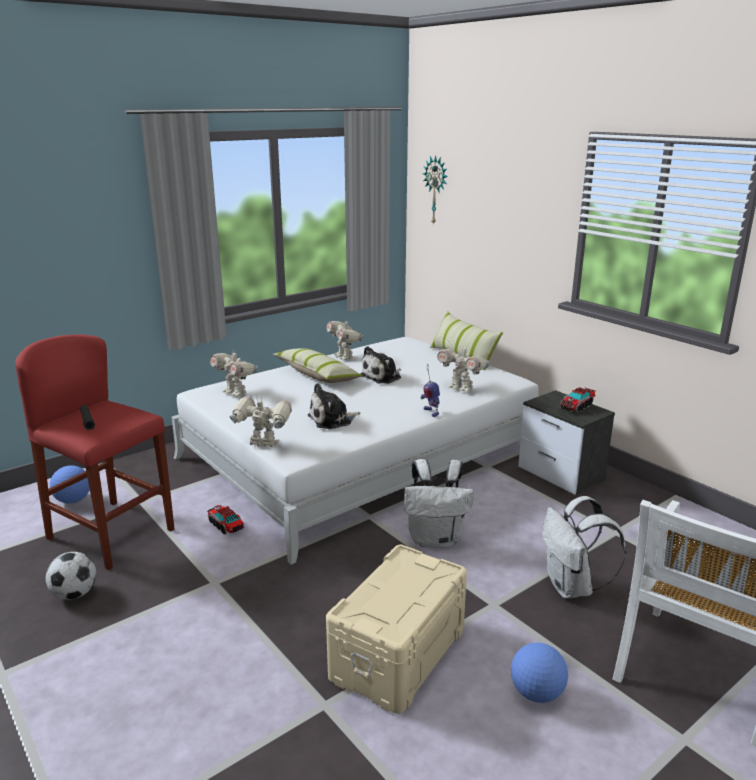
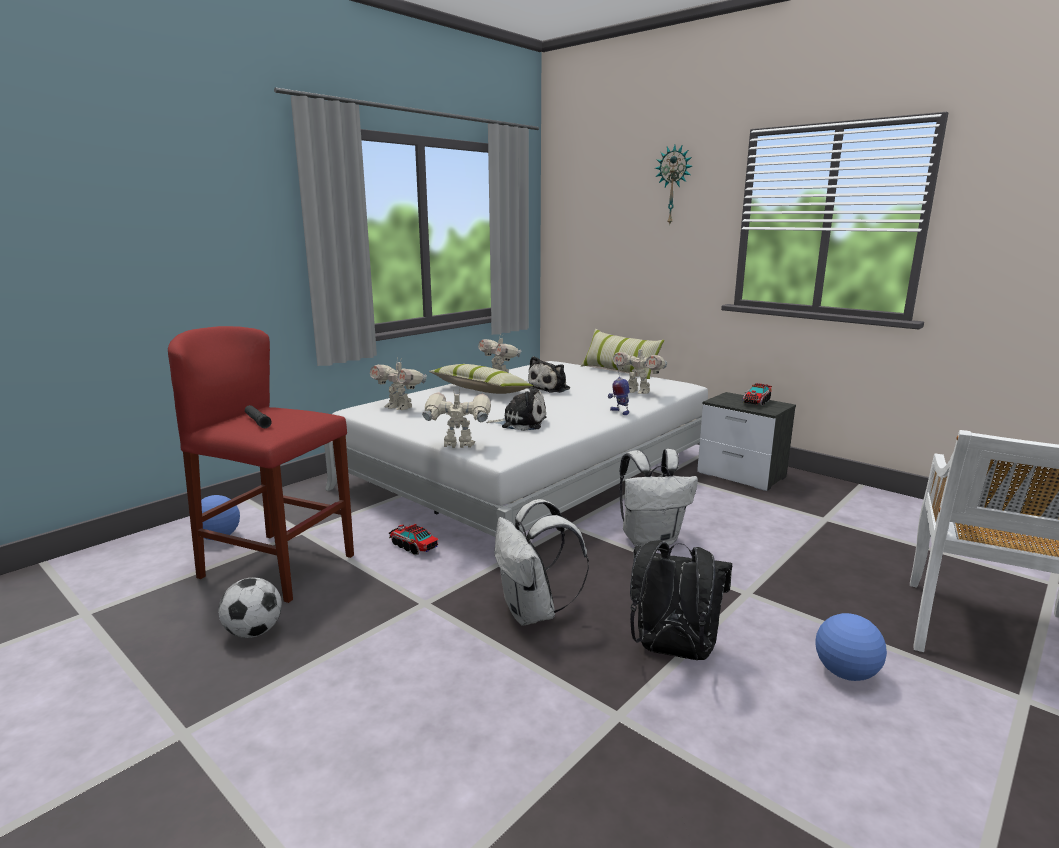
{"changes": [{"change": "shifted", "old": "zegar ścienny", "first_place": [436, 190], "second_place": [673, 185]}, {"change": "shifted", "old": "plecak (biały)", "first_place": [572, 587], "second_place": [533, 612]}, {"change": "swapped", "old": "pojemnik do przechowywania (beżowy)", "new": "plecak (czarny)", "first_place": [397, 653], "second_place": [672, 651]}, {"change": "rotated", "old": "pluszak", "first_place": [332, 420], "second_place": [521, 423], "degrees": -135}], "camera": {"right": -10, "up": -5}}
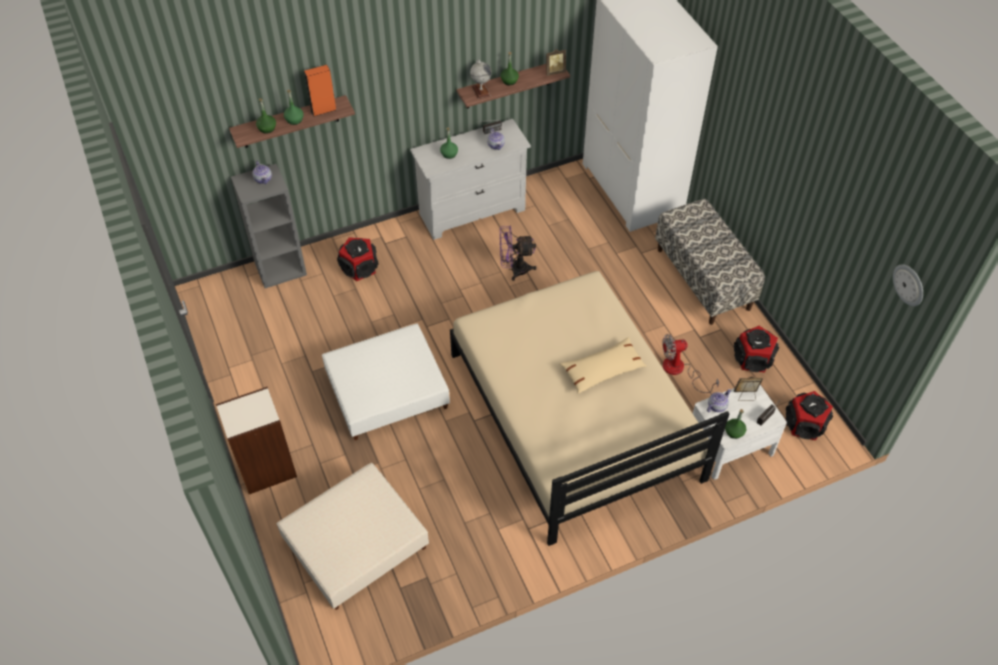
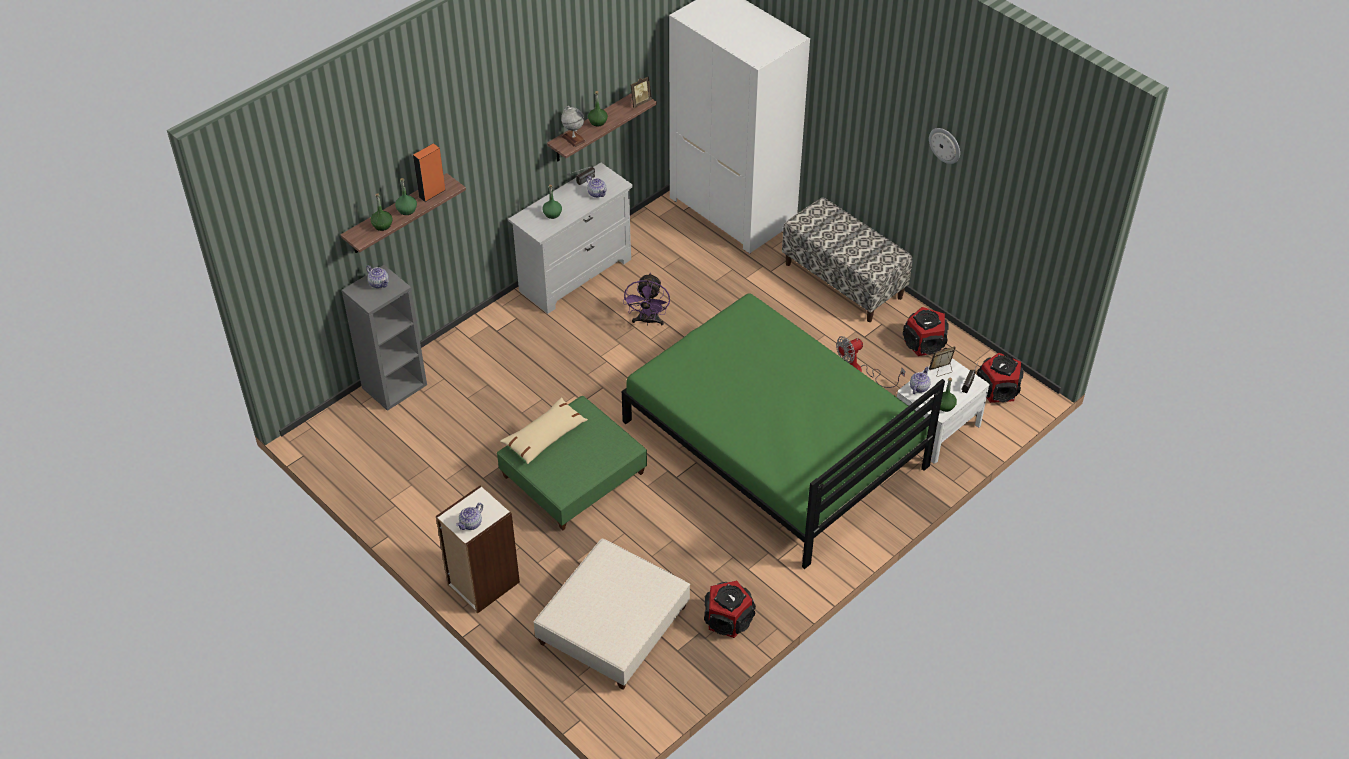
{"changes": [{"change": "new", "new": "imbryk", "second_place": [471, 524]}, {"change": "shifted", "old": "głośnik", "first_place": [360, 267], "second_place": [727, 619]}, {"change": "shifted", "old": "poduszka (beżowy)", "first_place": [603, 370], "second_place": [545, 436]}, {"change": "shifted", "old": "zegar ścienny", "first_place": [909, 284], "second_place": [945, 145]}, {"change": "repainted", "old": "pufa (biały)", "new": "pufa (zielony)", "first_place": [387, 392], "second_place": [573, 475]}, {"change": "repainted", "old": "łóżko (beżowy)", "new": "łóżko (zielony)", "first_place": [573, 415], "second_place": [774, 444]}, {"change": "rotated", "old": "wentylator (fioletowy)", "first_place": [514, 269], "second_place": [648, 321], "degrees": -60}], "camera": {"right": -20, "up": -5}}
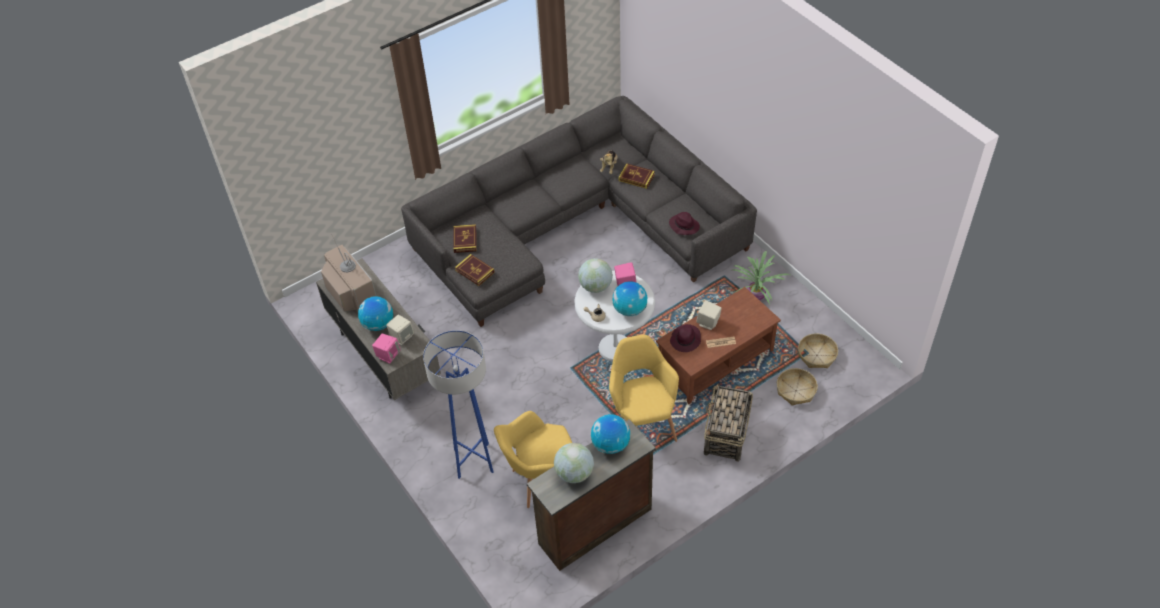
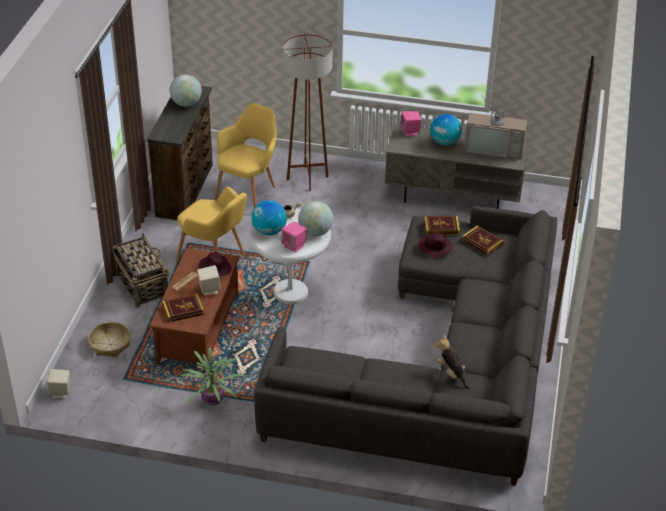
{"changes": [{"change": "gone", "old": "globus", "first_place": [610, 444]}, {"change": "gone", "old": "koszyk", "first_place": [817, 355]}, {"change": "shifted", "old": "głośnik (beżowy)", "first_place": [402, 337], "second_place": [60, 392]}, {"change": "shifted", "old": "książka", "first_place": [636, 177], "second_place": [183, 310]}, {"change": "shifted", "old": "kapelusz (fioletowy)", "first_place": [683, 226], "second_place": [435, 247]}, {"change": "repainted", "old": "lampa stojąca (niebieski)", "new": "lampa stojąca (brązowy)", "first_place": [473, 461], "second_place": [307, 178]}], "camera": {"right": 135, "up": -10}}
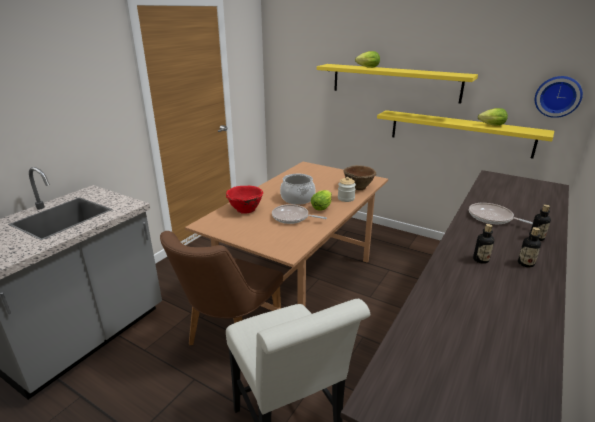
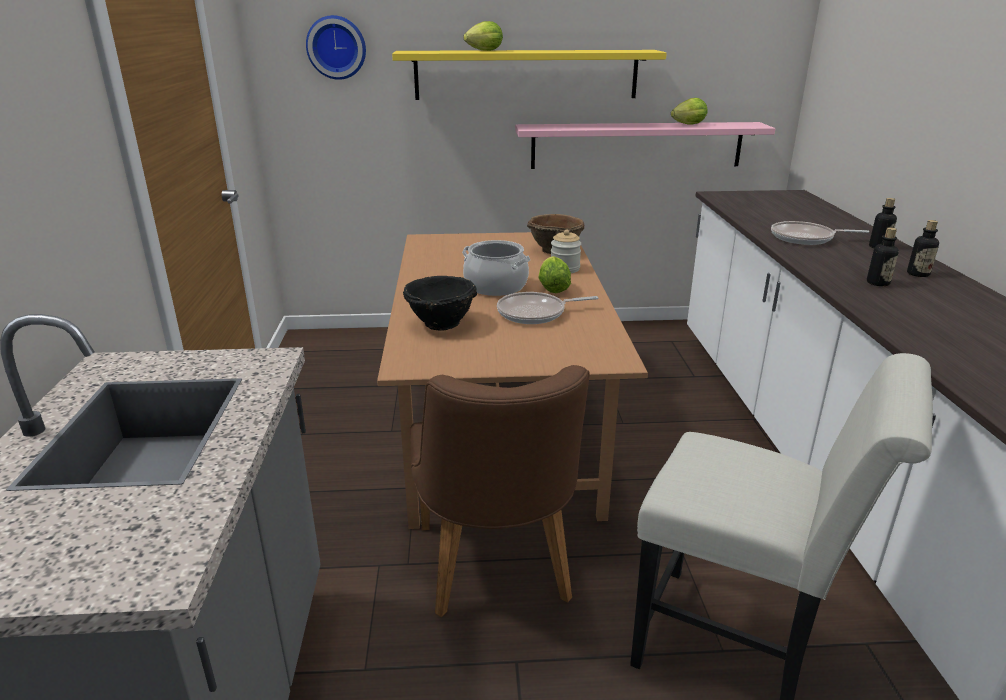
{"changes": [{"change": "shifted", "old": "zegar ścienny", "first_place": [558, 96], "second_place": [336, 47]}, {"change": "repainted", "old": "miska (czerwony)", "new": "miska (czarny)", "first_place": [245, 210], "second_place": [440, 324]}, {"change": "repainted", "old": "półka (żółty)", "new": "półka (różowy)", "first_place": [459, 133], "second_place": [636, 145]}], "camera": {"right": -35, "up": 0}}
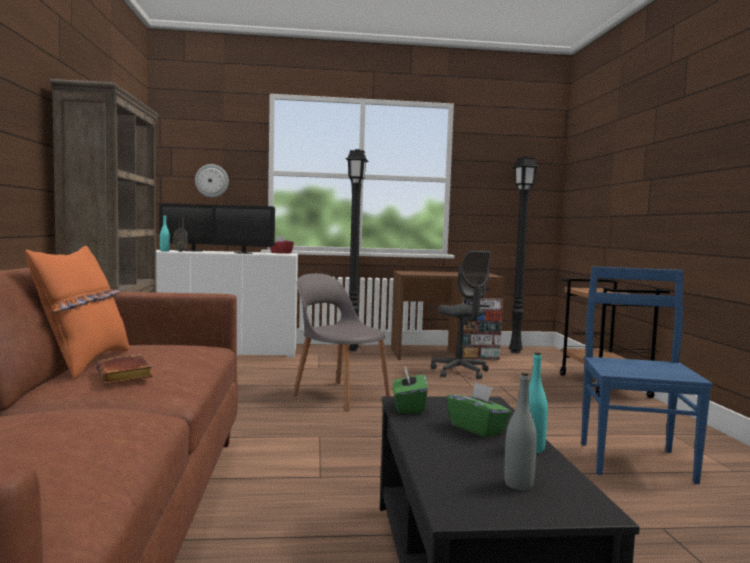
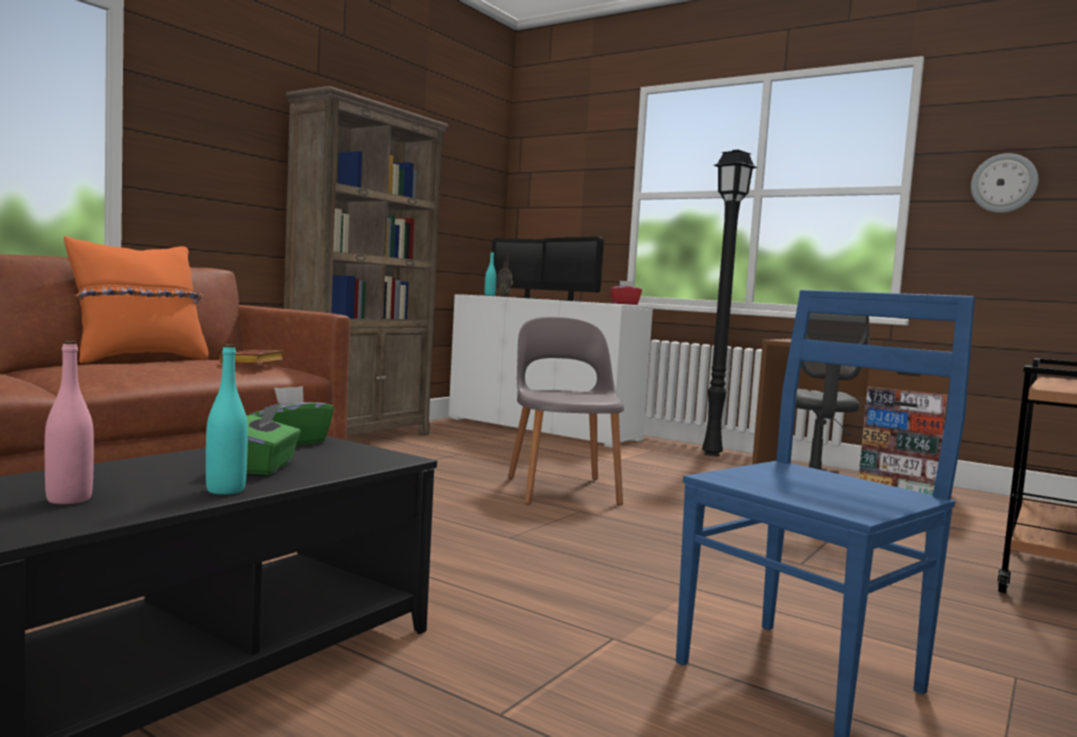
{"changes": [{"change": "gone", "old": "lampa stojąca (czarny)", "first_place": [516, 352]}, {"change": "shifted", "old": "książka (brązowy)", "first_place": [126, 376], "second_place": [253, 364]}, {"change": "shifted", "old": "zegar ścienny", "first_place": [212, 181], "second_place": [1004, 183]}, {"change": "repainted", "old": "butelka (szary)", "new": "butelka (różowy)", "first_place": [518, 484], "second_place": [69, 499]}], "camera": {"right": 40, "up": 0}}
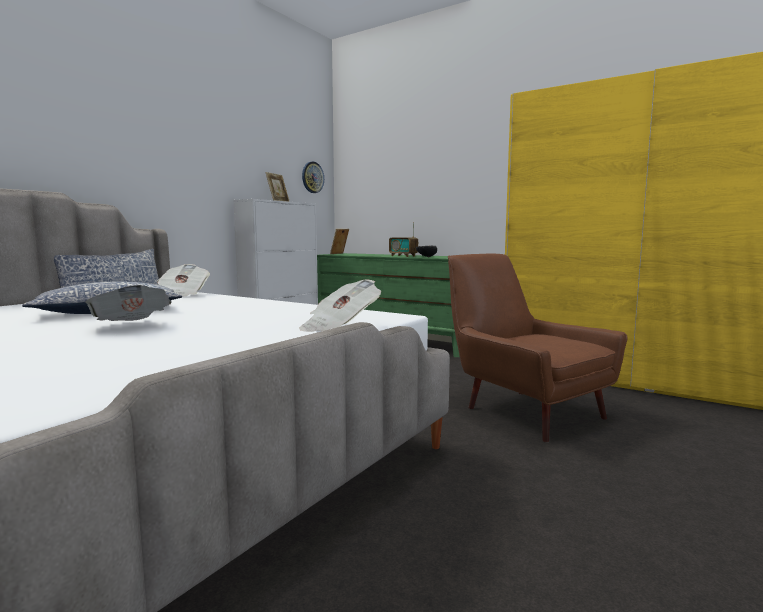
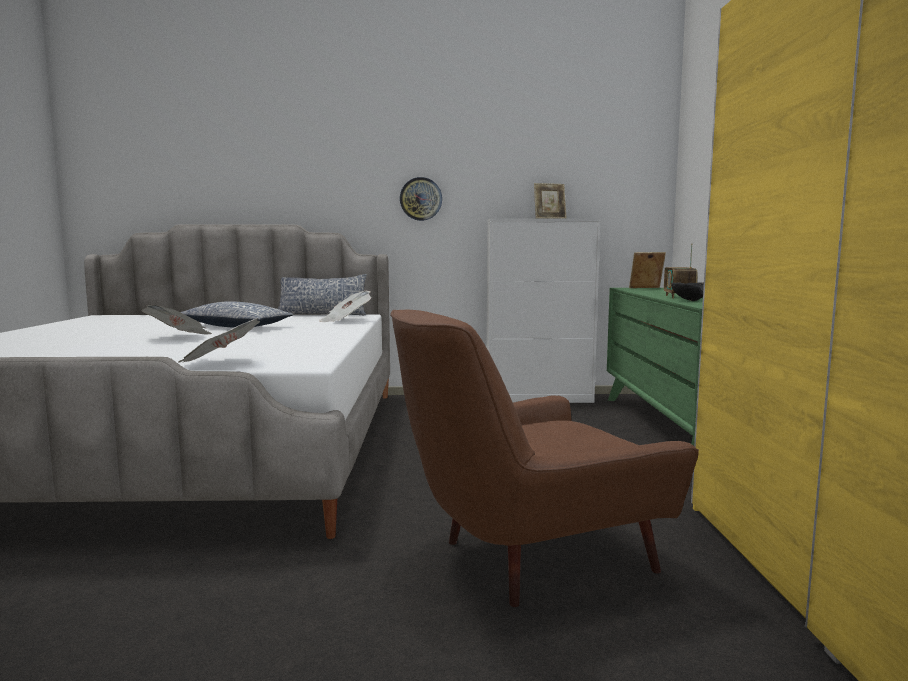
{"changes": [{"change": "shifted", "old": "zegar ścienny", "first_place": [312, 177], "second_place": [421, 199]}, {"change": "rotated", "old": "fotel (brązowy)", "first_place": [522, 409], "second_place": [529, 558], "degrees": -135}], "camera": {"right": 55, "up": 0}}
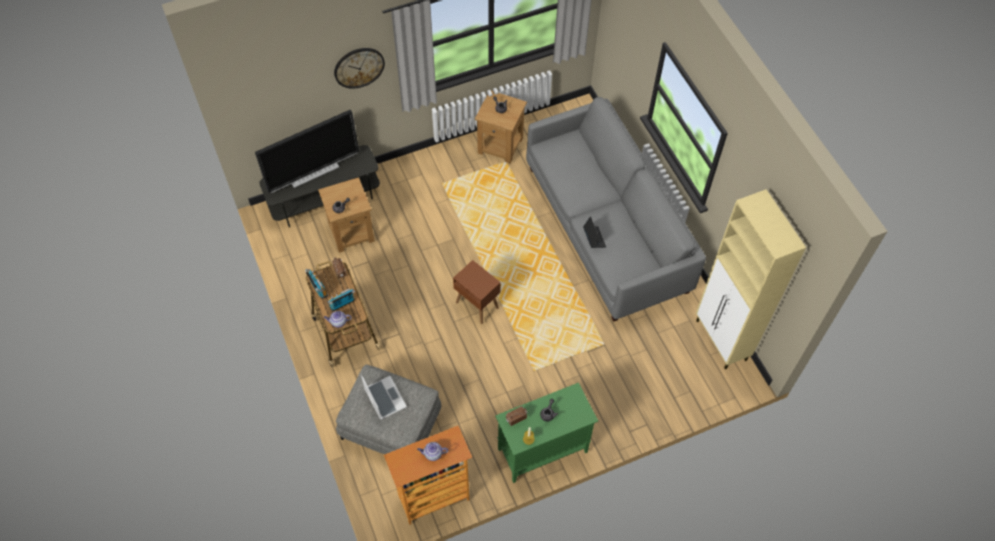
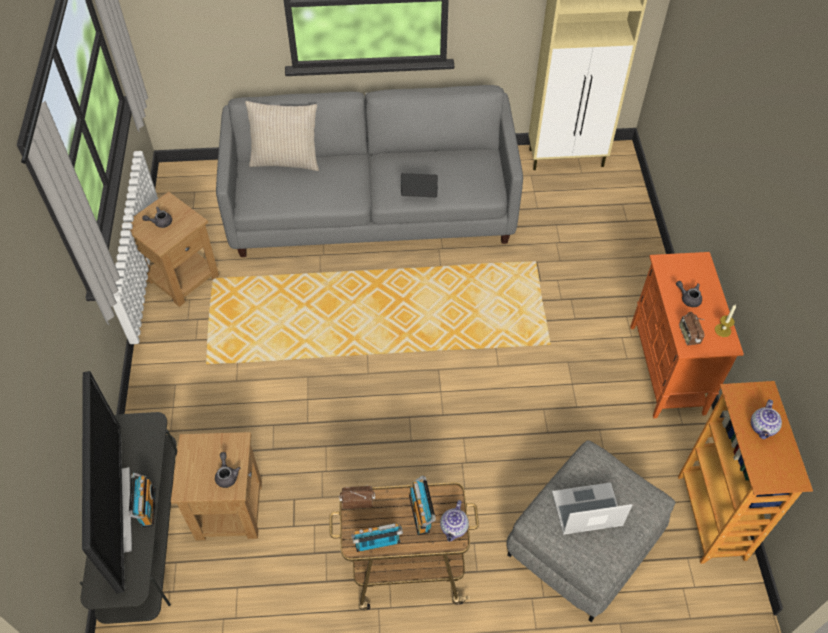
{"changes": [{"change": "gone", "old": "zegar ścienny", "first_place": [359, 67]}, {"change": "gone", "old": "stolik (brązowy)", "first_place": [476, 305]}, {"change": "new", "new": "radio", "second_place": [146, 507]}, {"change": "new", "new": "poduszka (beżowy)", "second_place": [286, 160]}, {"change": "repainted", "old": "szafka (zielony)", "new": "szafka (pomarańczowy)", "first_place": [541, 451], "second_place": [667, 370]}], "camera": {"right": -70, "up": -5}}
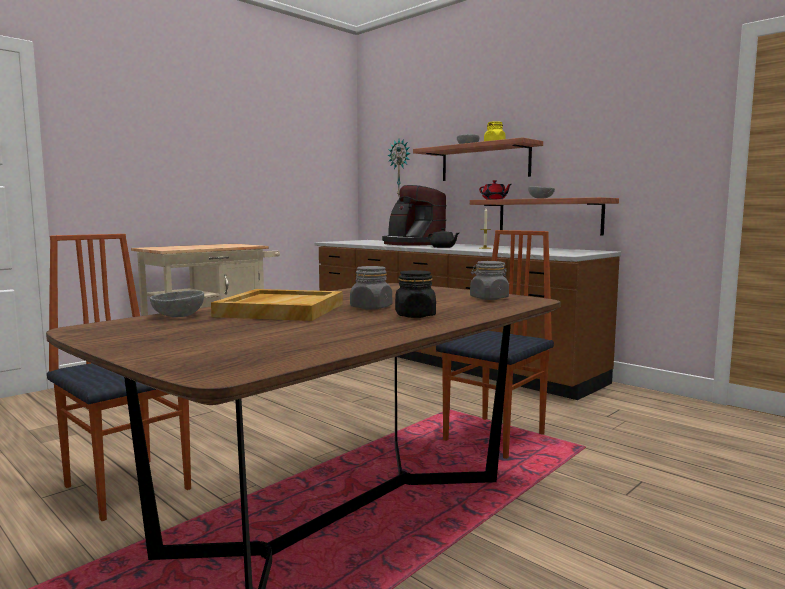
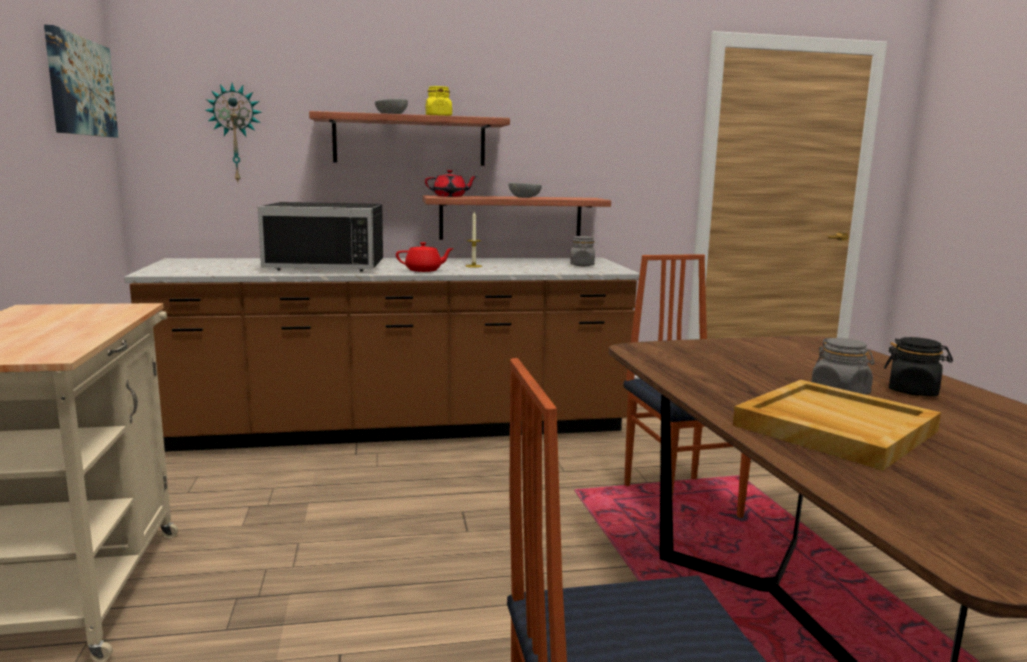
{"changes": [{"change": "gone", "old": "miska (szary)", "first_place": [177, 316]}, {"change": "new", "new": "obraz", "second_place": [80, 87]}, {"change": "shifted", "old": "słoik (szary)", "first_place": [489, 298], "second_place": [582, 265]}, {"change": "swapped", "old": "ekspres do kawy", "new": "mikrofalówka (czarny)", "first_place": [412, 244], "second_place": [328, 265]}, {"change": "repainted", "old": "imbryk (czarny)", "new": "imbryk (czerwony)", "first_place": [443, 247], "second_place": [424, 270]}], "camera": {"right": -55, "up": 5}}
